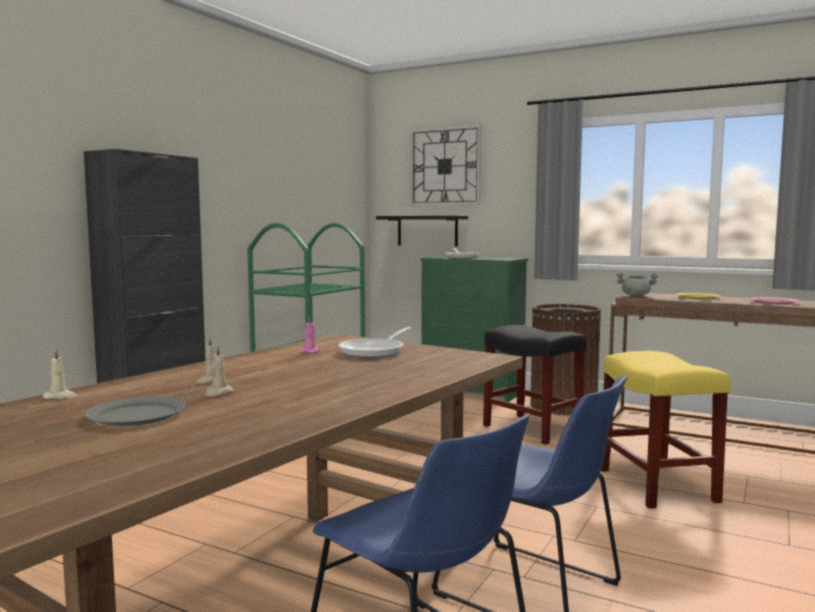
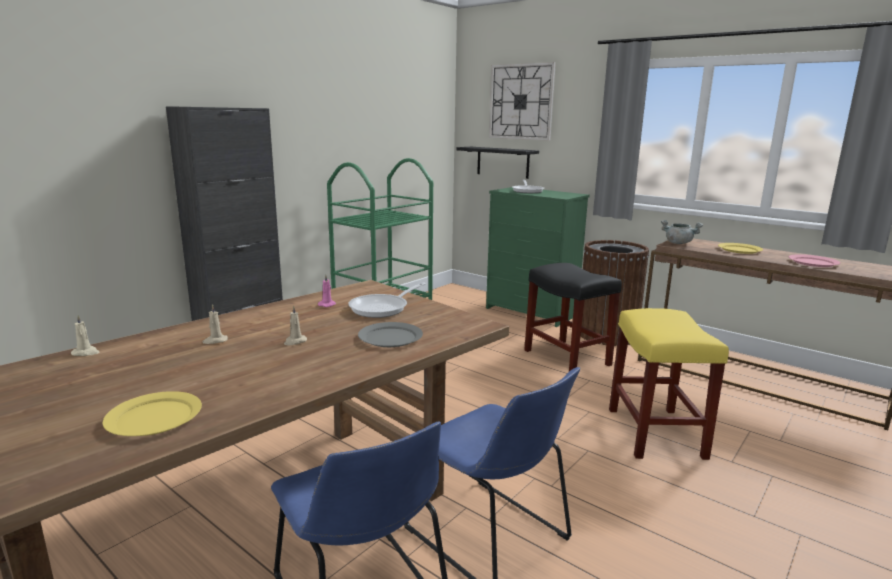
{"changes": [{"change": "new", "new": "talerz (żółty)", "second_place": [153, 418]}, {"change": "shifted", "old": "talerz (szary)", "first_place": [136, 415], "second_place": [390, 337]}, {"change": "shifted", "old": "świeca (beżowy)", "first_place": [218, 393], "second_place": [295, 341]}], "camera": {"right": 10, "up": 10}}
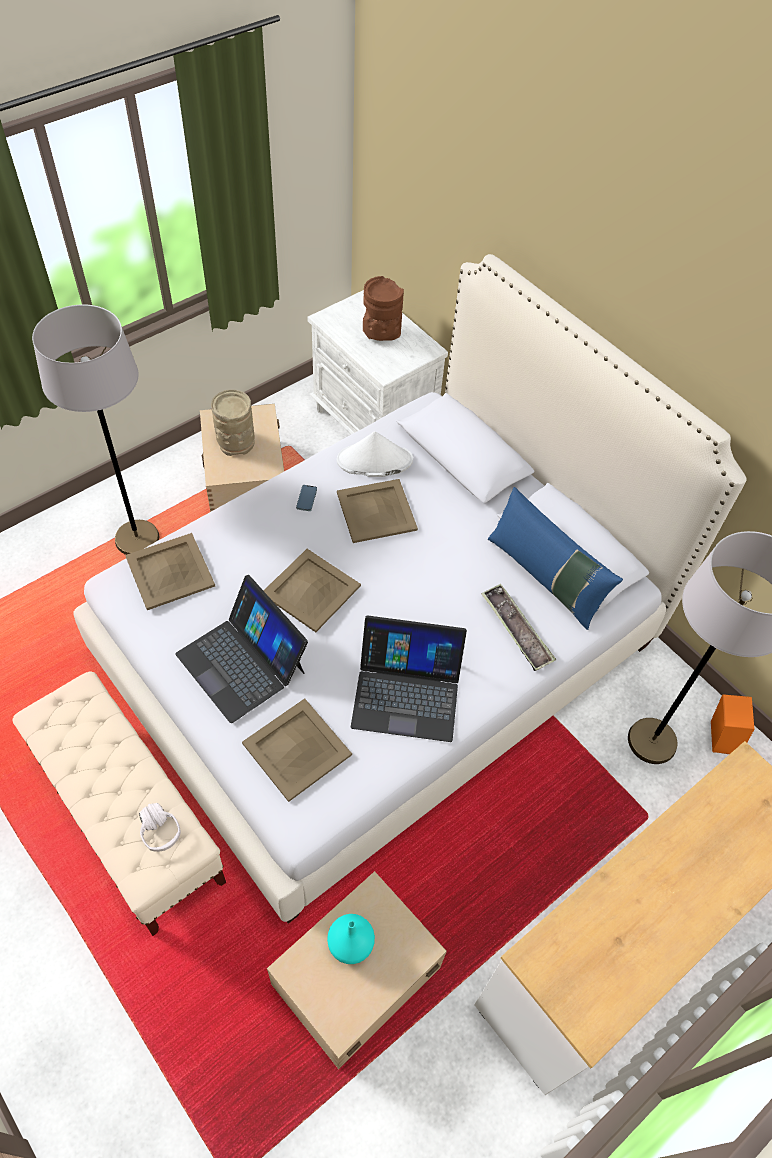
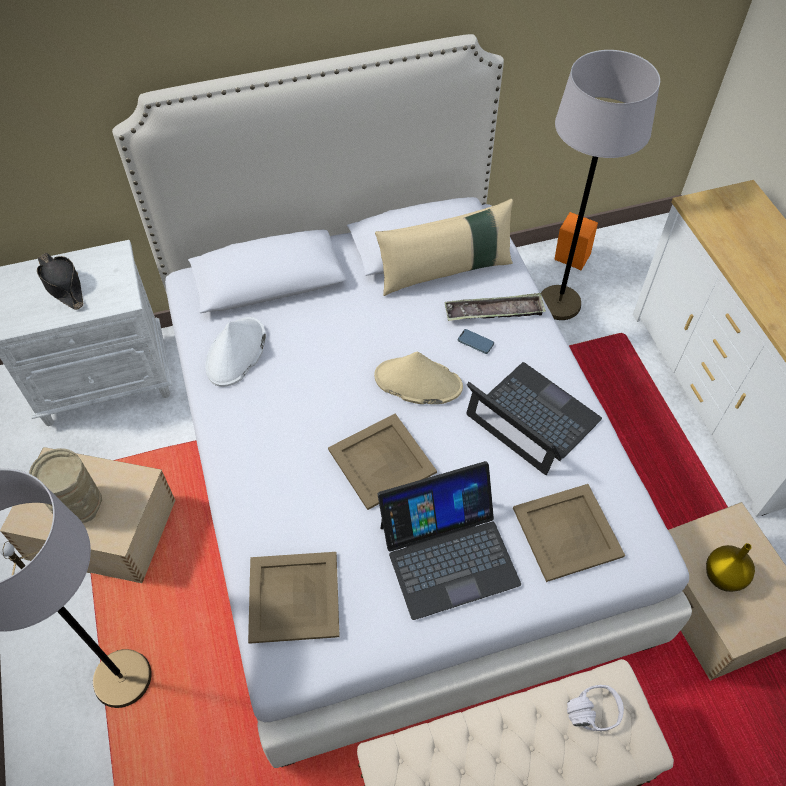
{"changes": [{"change": "gone", "old": "taca (beżowy)", "first_place": [377, 511]}, {"change": "new", "new": "kapelusz (beżowy)", "second_place": [417, 382]}, {"change": "shifted", "old": "telefon", "first_place": [306, 499], "second_place": [475, 342]}, {"change": "swapped", "old": "wazon (brązowy)", "new": "kapelusz (czarny)", "first_place": [381, 333], "second_place": [63, 285]}, {"change": "repainted", "old": "wazon (turkusowy)", "new": "wazon (żółty)", "first_place": [351, 943], "second_place": [722, 576]}, {"change": "repainted", "old": "poduszka (niebieski)", "new": "poduszka (beżowy)", "first_place": [545, 578], "second_place": [445, 271]}, {"change": "rotated", "old": "laptop", "first_place": [406, 692], "second_place": [532, 418], "degrees": -75}], "camera": {"right": -65, "up": 0}}
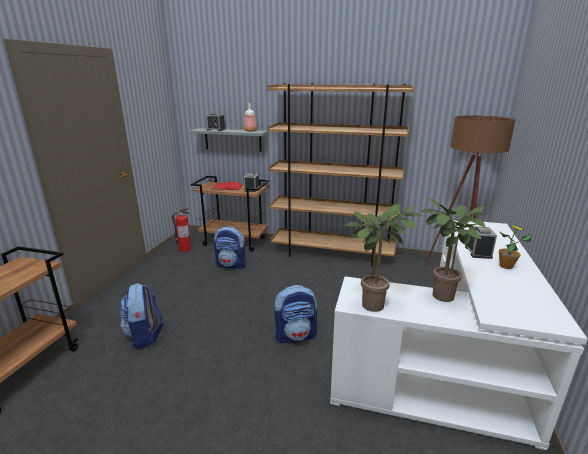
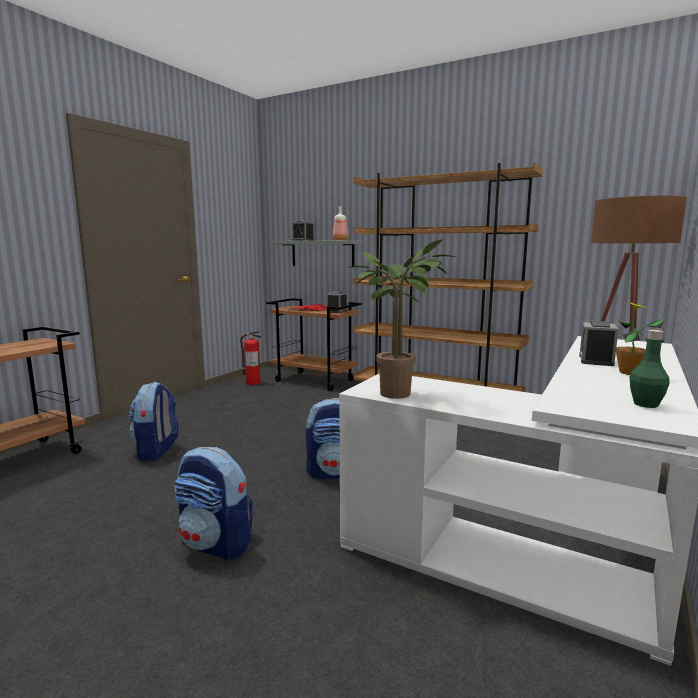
{"changes": [{"change": "gone", "old": "roślina doniczkowa", "first_place": [442, 298]}, {"change": "new", "new": "butelka (zielony)", "second_place": [645, 404]}, {"change": "shifted", "old": "plecak", "first_place": [231, 265], "second_place": [216, 544]}], "camera": {"right": 15, "up": -10}}
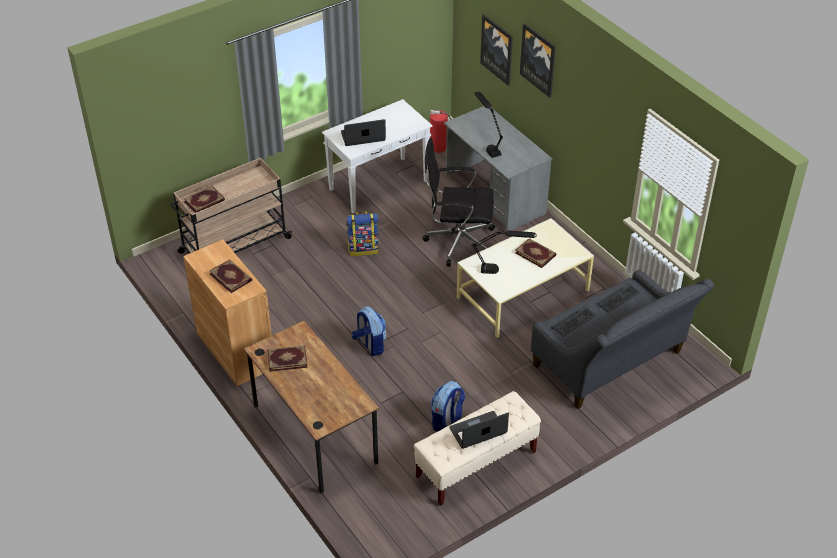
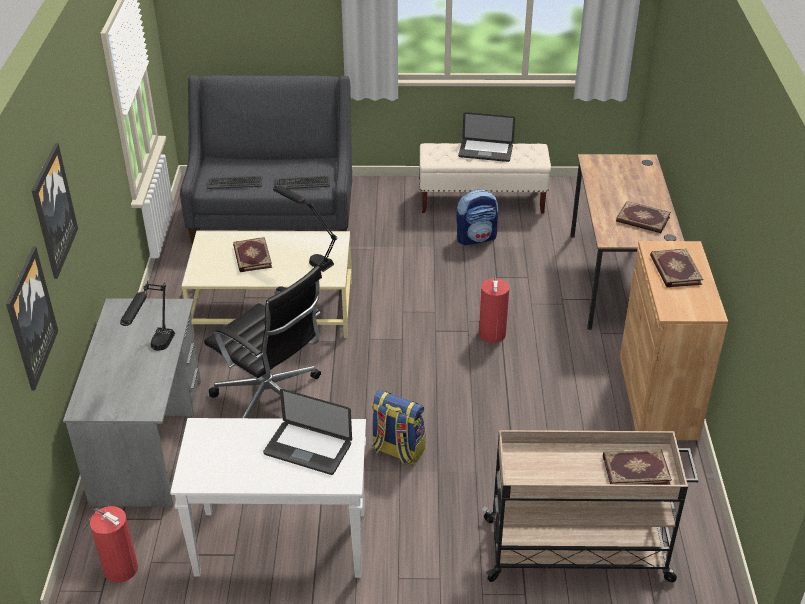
{"changes": [{"change": "swapped", "old": "plecak", "new": "gaśnica", "first_place": [370, 345], "second_place": [492, 333]}], "camera": {"right": -145, "up": -5}}
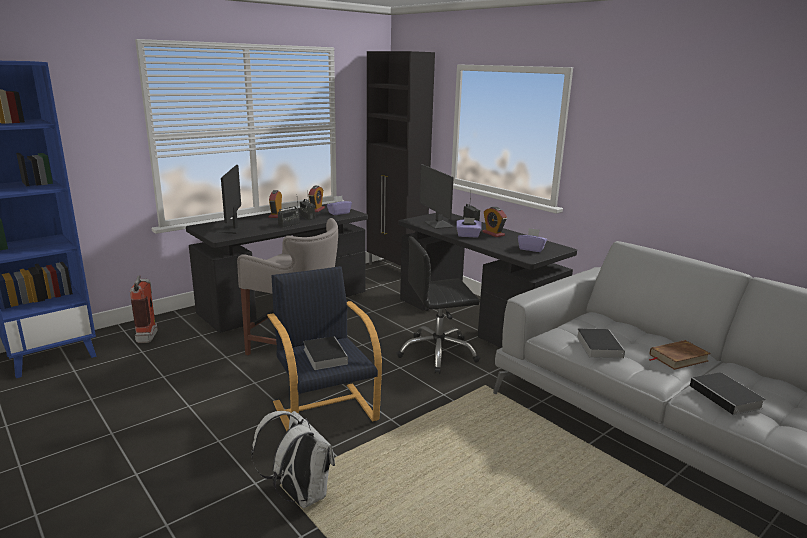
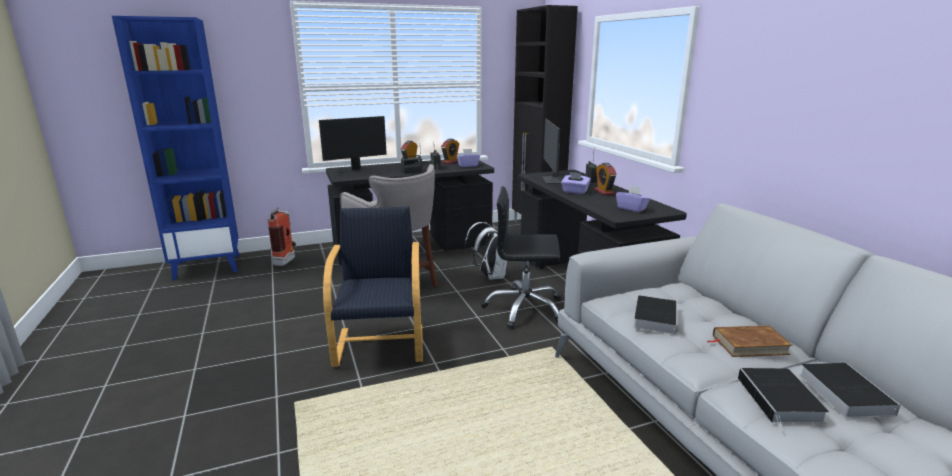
{"changes": [{"change": "shifted", "old": "plecak (biały)", "first_place": [299, 495], "second_place": [490, 276]}, {"change": "shifted", "old": "książka", "first_place": [324, 355], "second_place": [842, 392]}, {"change": "rotated", "old": "monitor", "first_place": [229, 228], "second_place": [358, 172], "degrees": -135}], "camera": {"right": 20, "up": 0}}
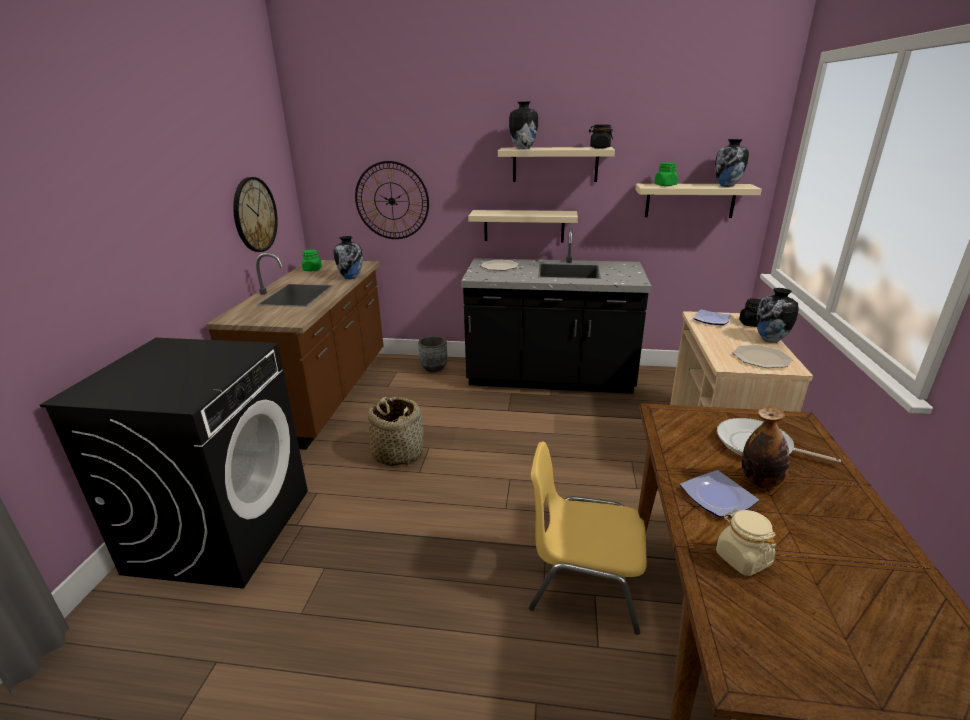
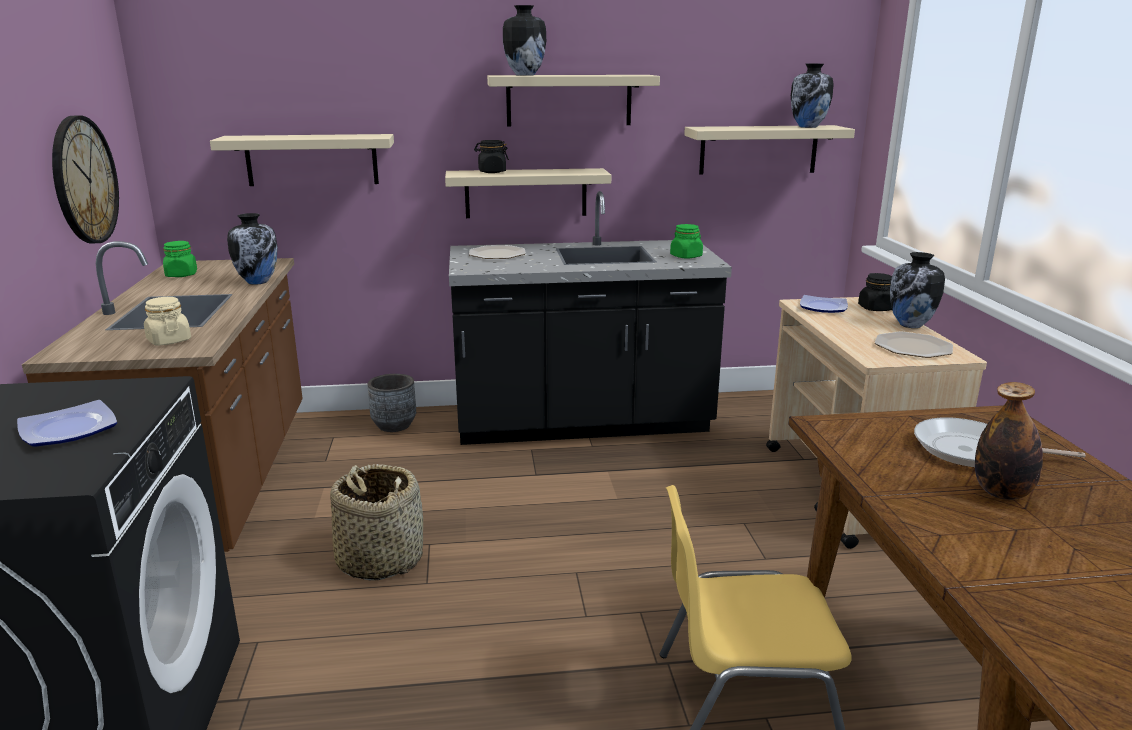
{"changes": [{"change": "shifted", "old": "słoik (czarny)", "first_place": [599, 148], "second_place": [492, 172]}, {"change": "shifted", "old": "słoik (zielony)", "first_place": [665, 185], "second_place": [686, 256]}, {"change": "shifted", "old": "talerz", "first_place": [715, 497], "second_place": [67, 429]}, {"change": "shifted", "old": "słoik (beżowy)", "first_place": [742, 558], "second_place": [169, 341]}, {"change": "swapped", "old": "zegar ścienny", "new": "półka (beżowy)", "first_place": [392, 201], "second_place": [312, 160]}], "camera": {"right": -15, "up": -5}}
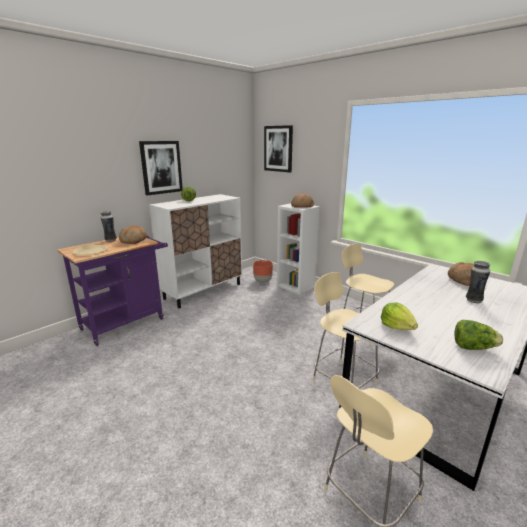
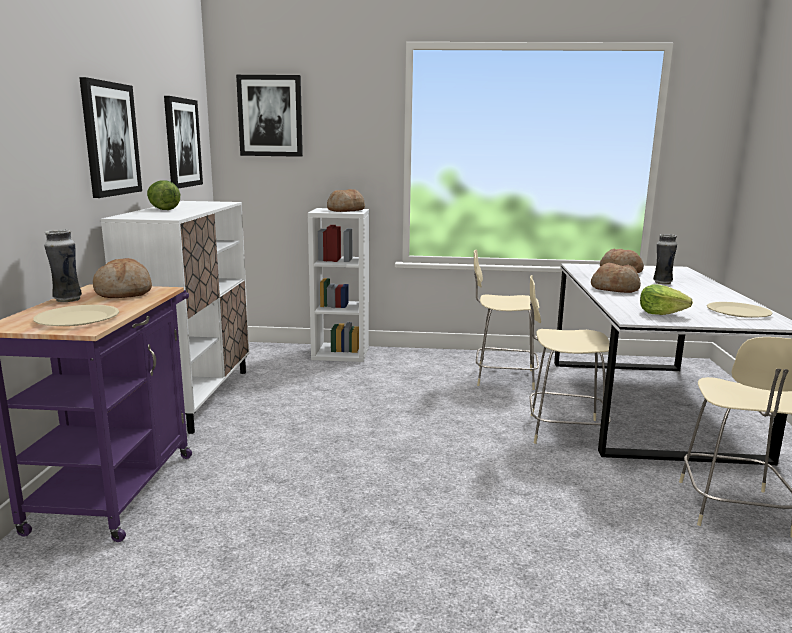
{"changes": [{"change": "gone", "old": "donica (brązowy)", "first_place": [263, 281]}, {"change": "new", "new": "obraz", "second_place": [182, 143]}, {"change": "new", "new": "chleb", "second_place": [615, 289]}, {"change": "swapped", "old": "sałata", "new": "talerz (beżowy)", "first_place": [473, 347], "second_place": [738, 312]}], "camera": {"right": -40, "up": -5}}
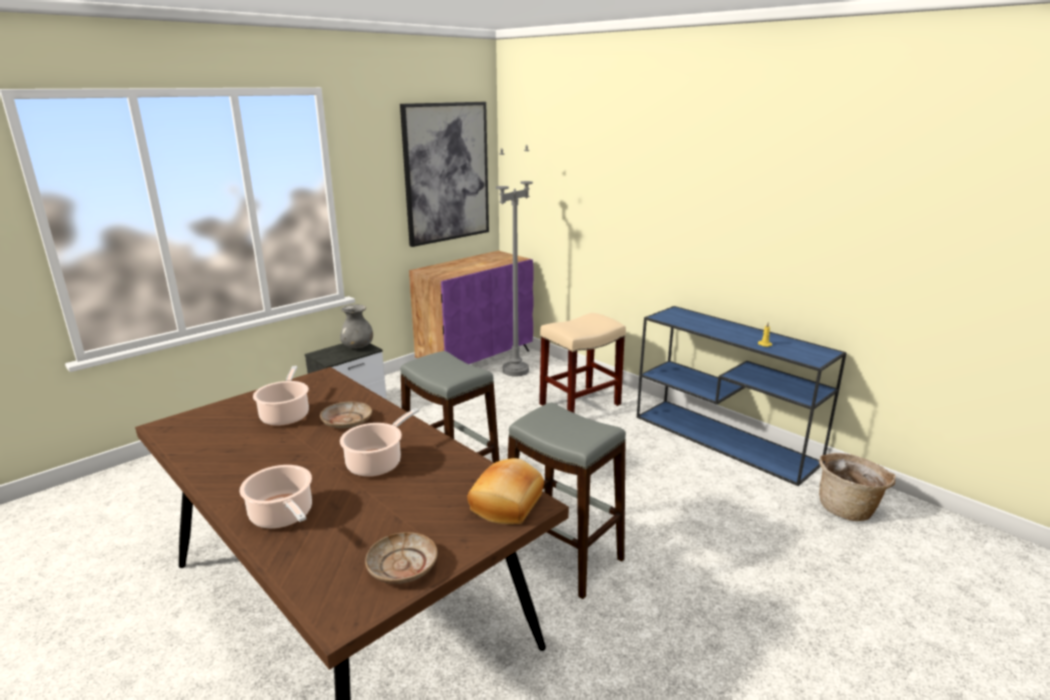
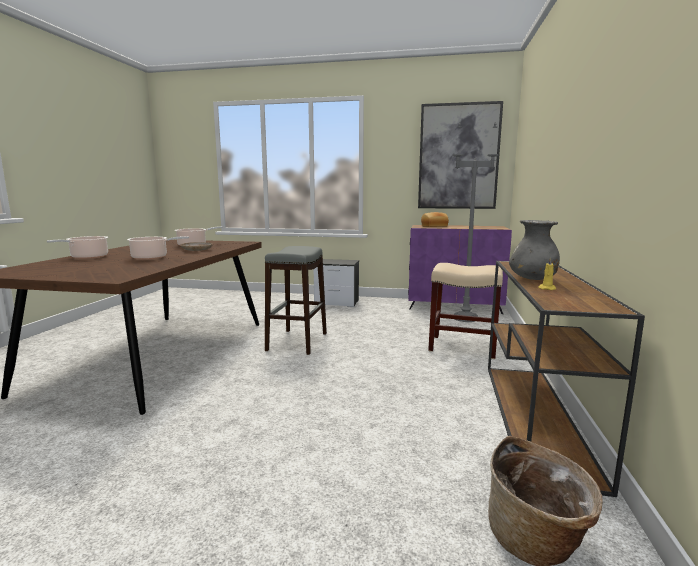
{"changes": [{"change": "gone", "old": "talerz (beżowy)", "first_place": [402, 566]}, {"change": "gone", "old": "stołek (szary)", "first_place": [564, 556]}, {"change": "shifted", "old": "wazon (szary)", "first_place": [358, 347], "second_place": [532, 279]}, {"change": "shifted", "old": "chleb", "first_place": [508, 504], "second_place": [434, 226]}, {"change": "repainted", "old": "stolik konsolowy (niebieski)", "new": "stolik konsolowy (brązowy)", "first_place": [726, 439], "second_place": [536, 418]}], "camera": {"right": 55, "up": -10}}
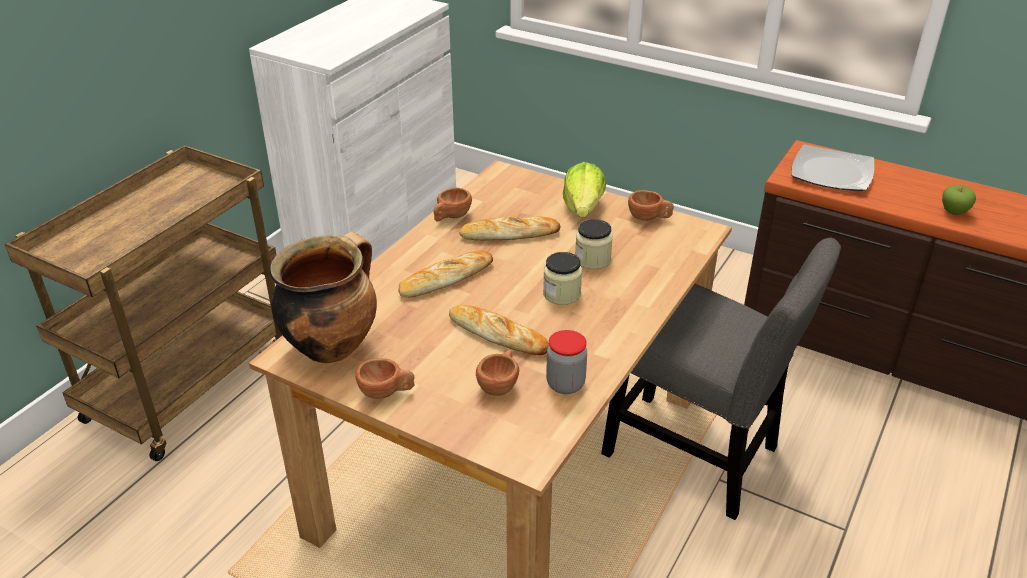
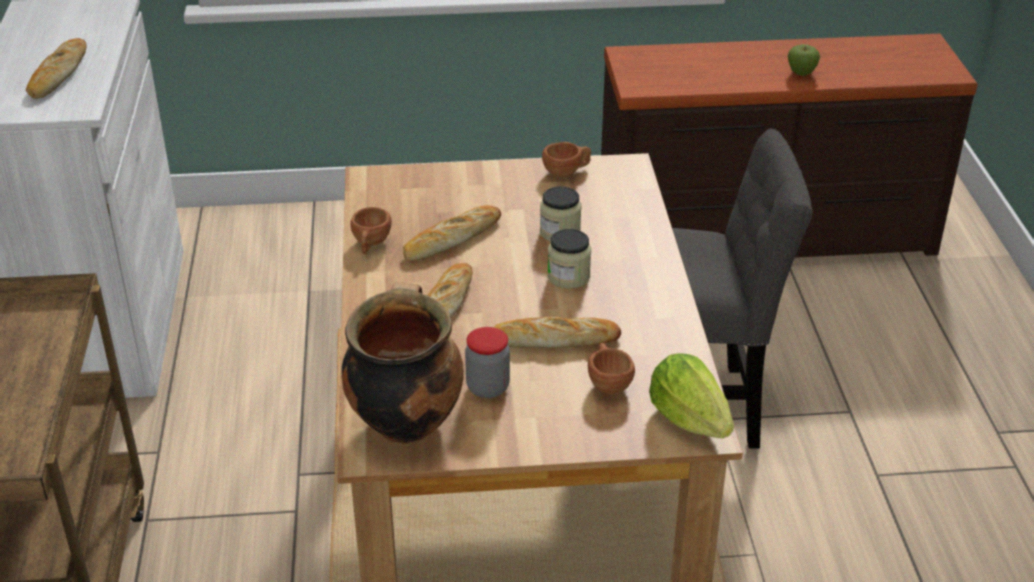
{"changes": [{"change": "gone", "old": "filiżanka (brązowy)", "first_place": [386, 392]}, {"change": "gone", "old": "talerz", "first_place": [831, 172]}, {"change": "new", "new": "chleb", "second_place": [58, 74]}, {"change": "shifted", "old": "słoik", "first_place": [565, 384], "second_place": [488, 387]}, {"change": "shifted", "old": "sałata", "first_place": [583, 209], "second_place": [689, 419]}], "camera": {"right": -35, "up": 0}}
